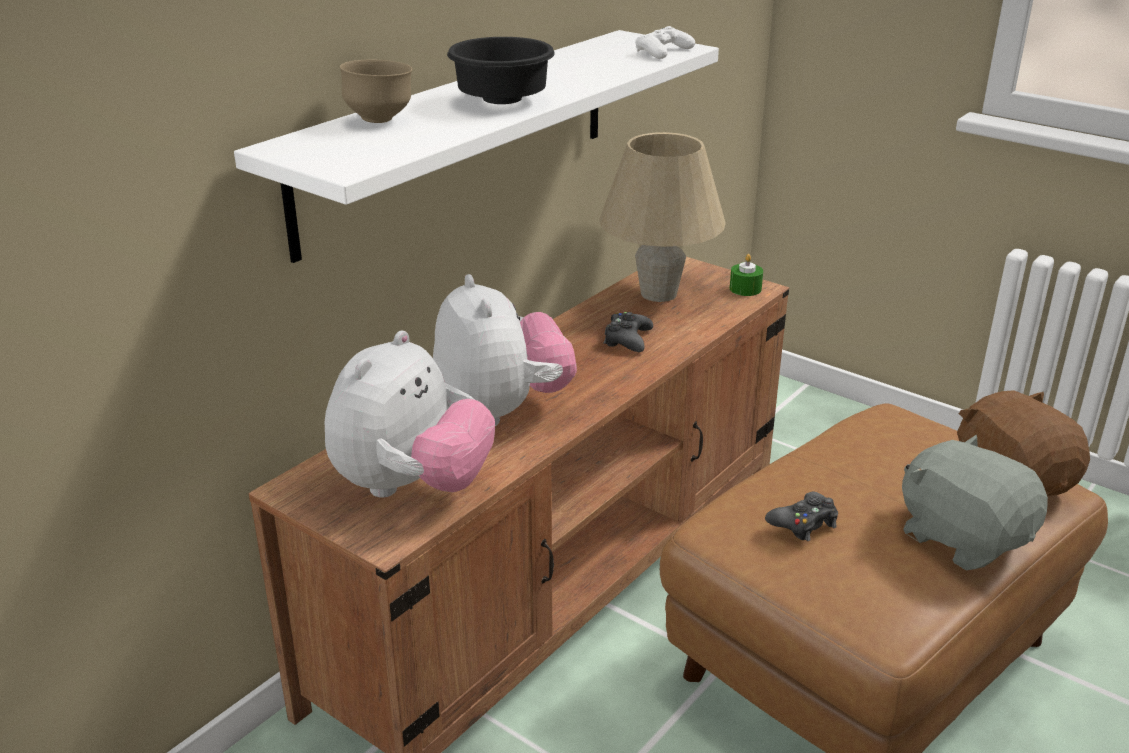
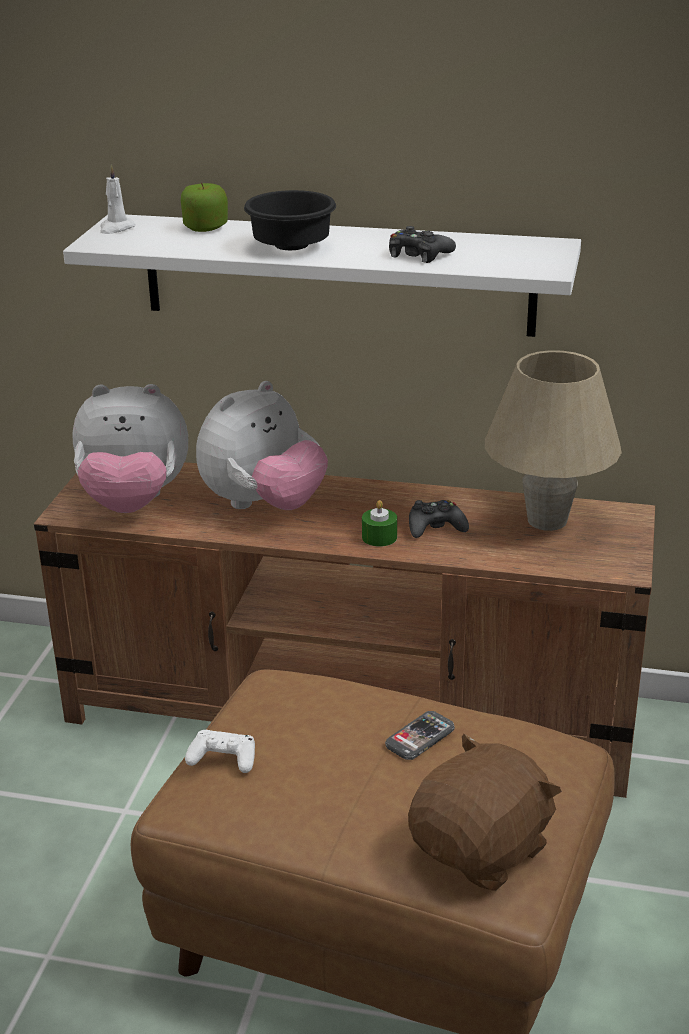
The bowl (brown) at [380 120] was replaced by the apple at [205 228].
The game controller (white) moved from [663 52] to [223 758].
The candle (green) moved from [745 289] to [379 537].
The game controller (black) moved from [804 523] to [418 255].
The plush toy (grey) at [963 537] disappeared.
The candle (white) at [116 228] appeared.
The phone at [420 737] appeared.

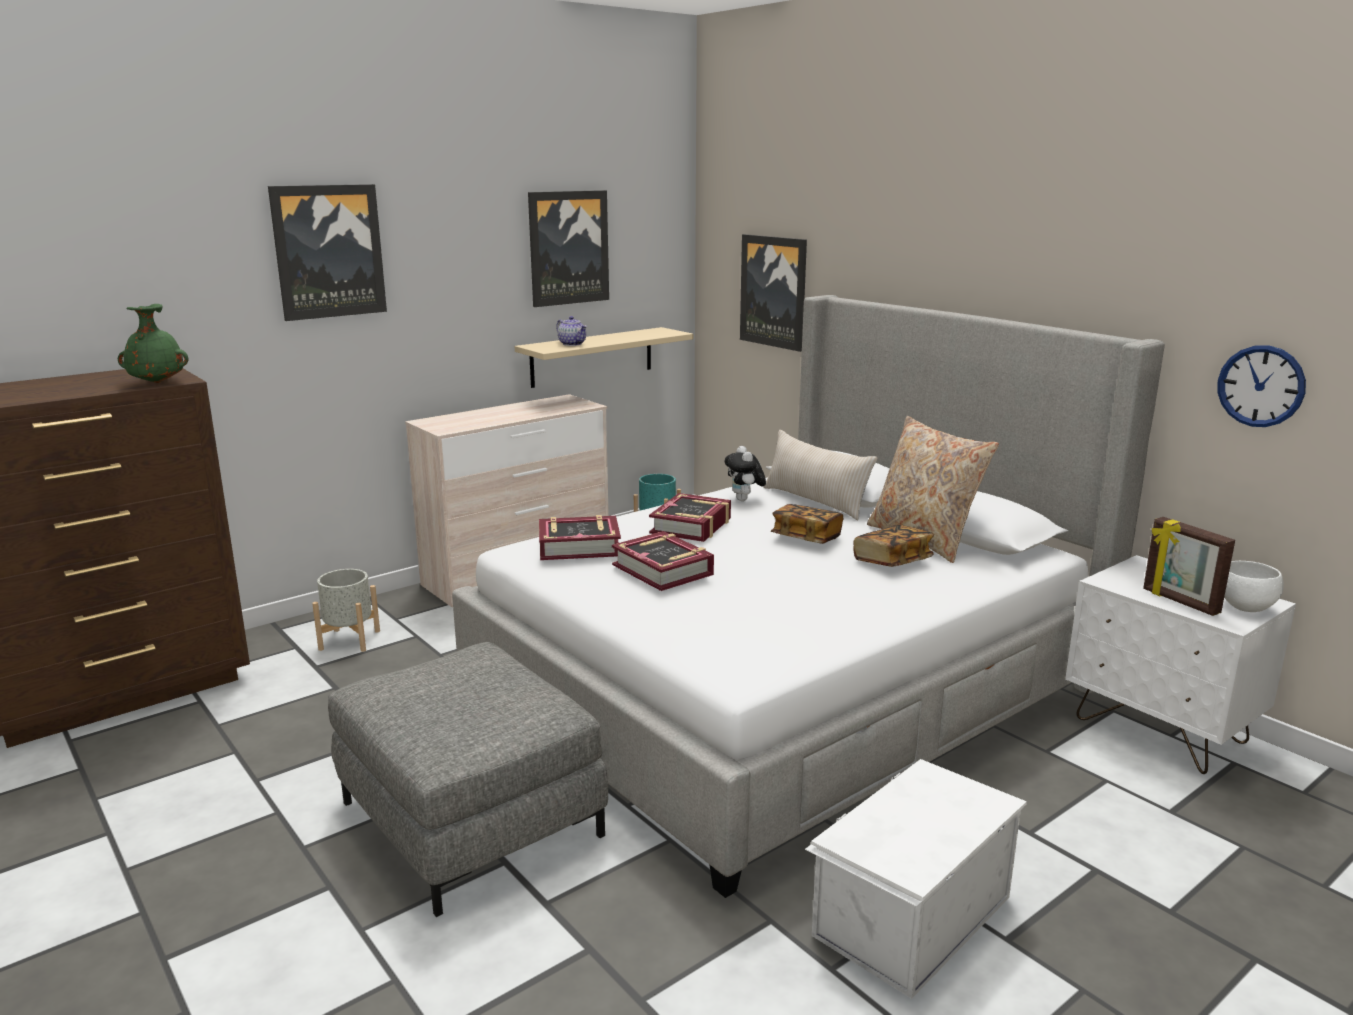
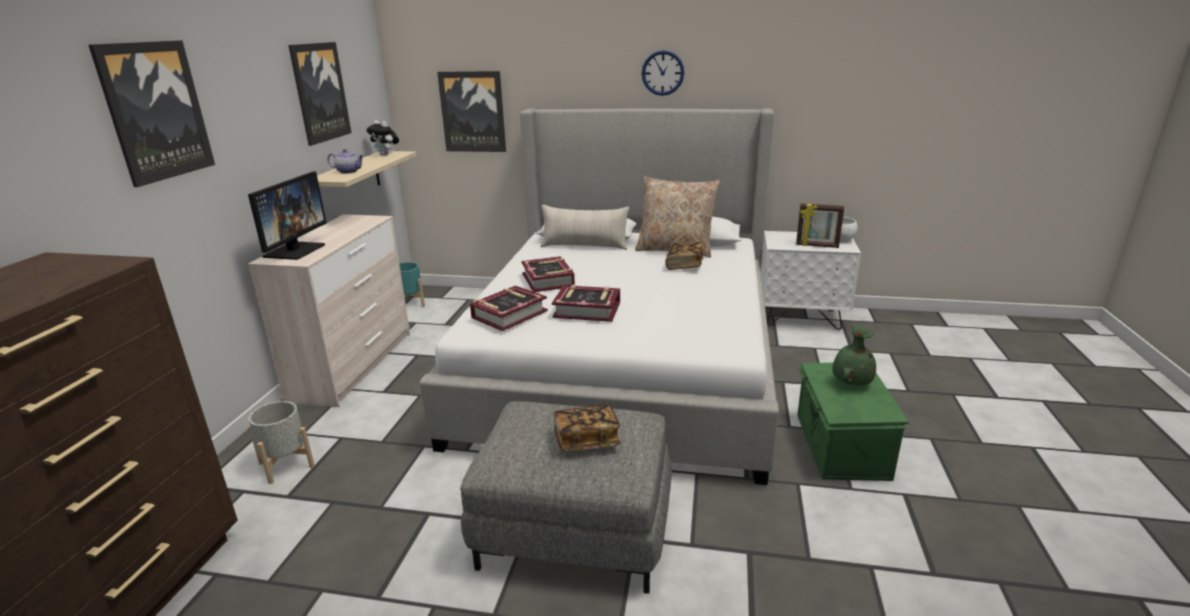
The vase (green) moved from [158 382] to [850 383].
The plush toy moved from [744 500] to [386 155].
The book moved from [806 538] to [586 440].
The storage box (white) at [909 915] became the storage box (green) at [840 446].
The wall clock moved from [1261 386] to [662 73].
The monitor at [295 250] appeared.

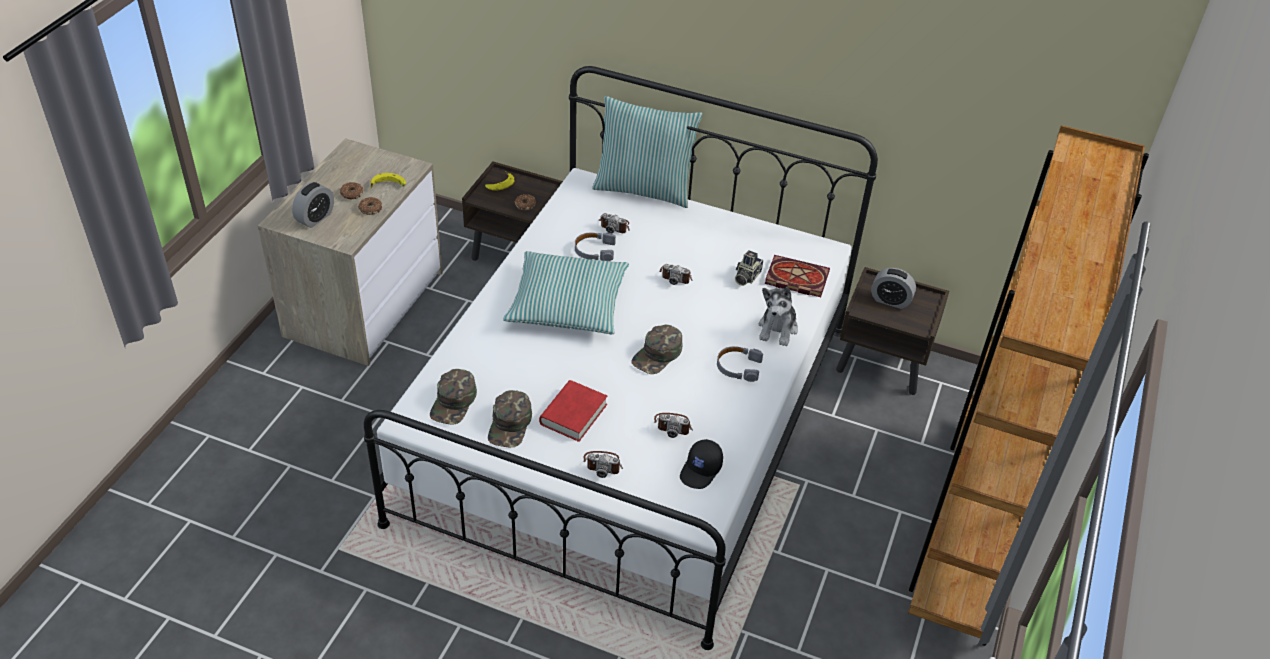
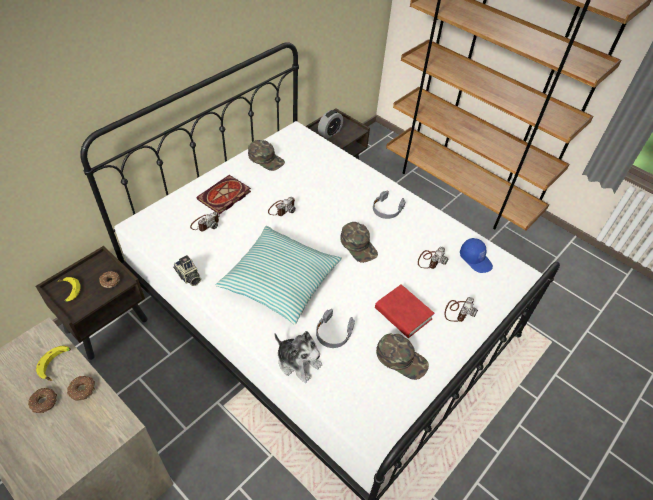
The alarm clock at [315 218] disappeared.
The cap (green) moved from [454 402] to [266 159].
The headphones (grey) moved from [594 251] to [333 333].
The pillow at [644 189] disappeared.
The cap (black) at [701 470] became the cap (blue) at [475 259].
The photo camera moved from [746 276] to [188 277].
The plush toy moved from [778 329] to [298 362].
The book moved from [795 278] to [224 197].

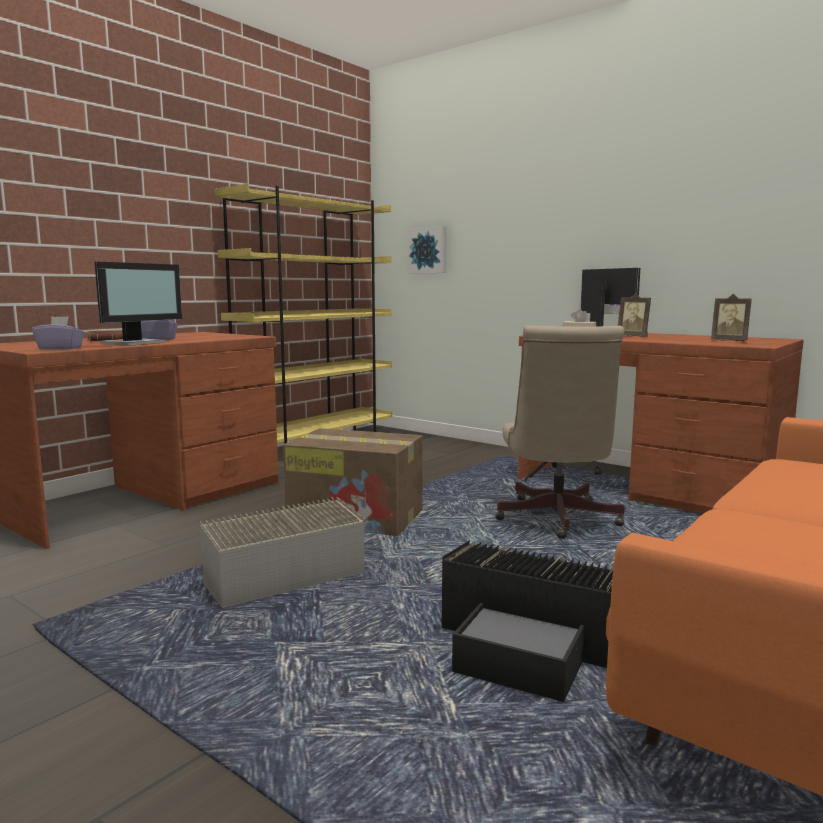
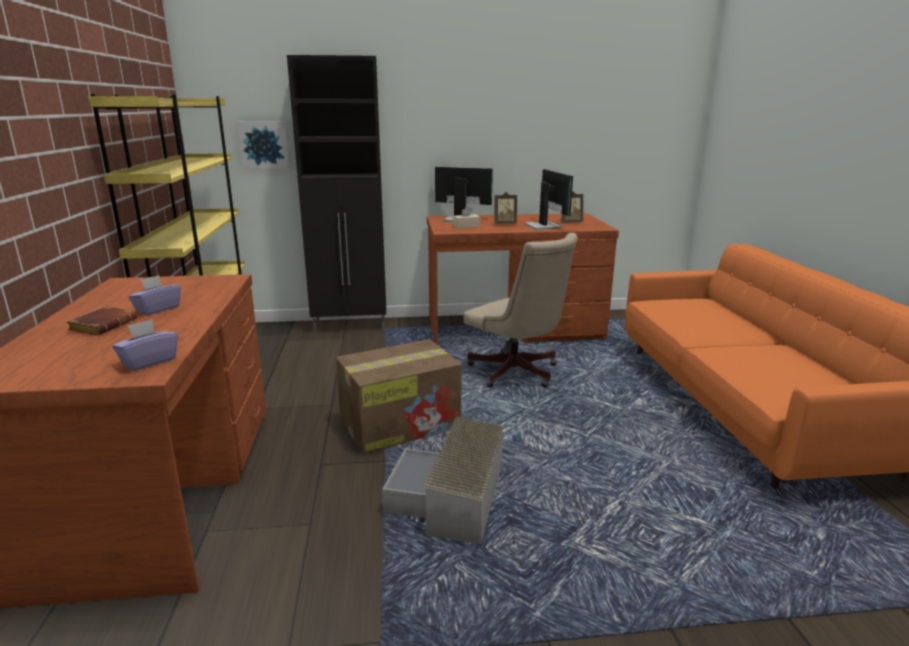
The monitor moved from [135 343] to [544 226].
The storage box (black) at [532 644] disappeared.
The cabinet (black) at [351 326] appeared.

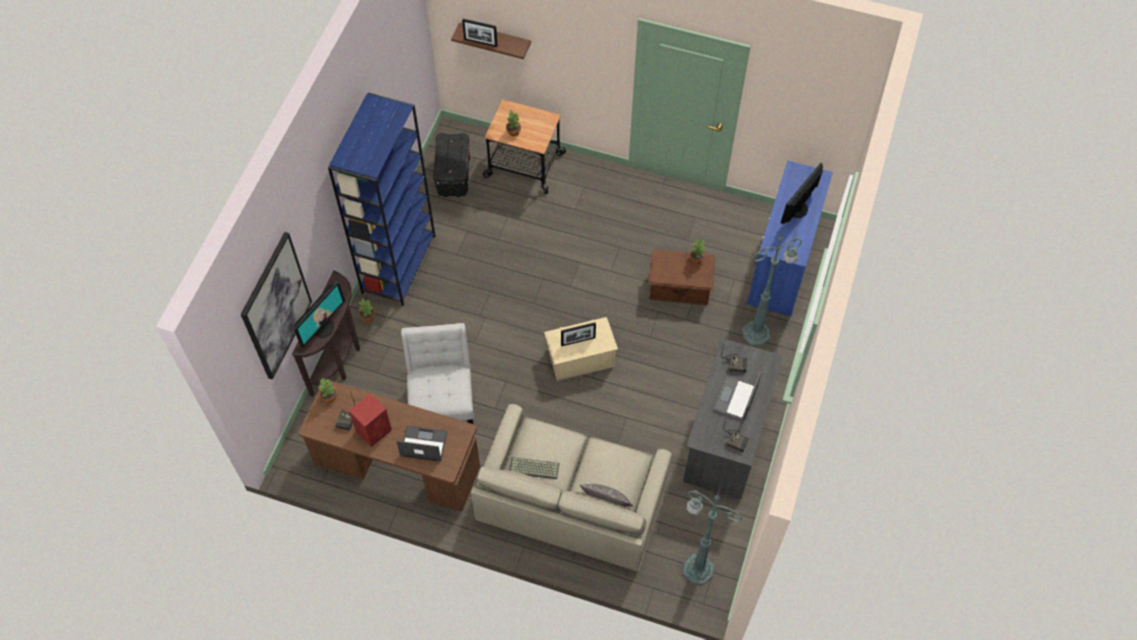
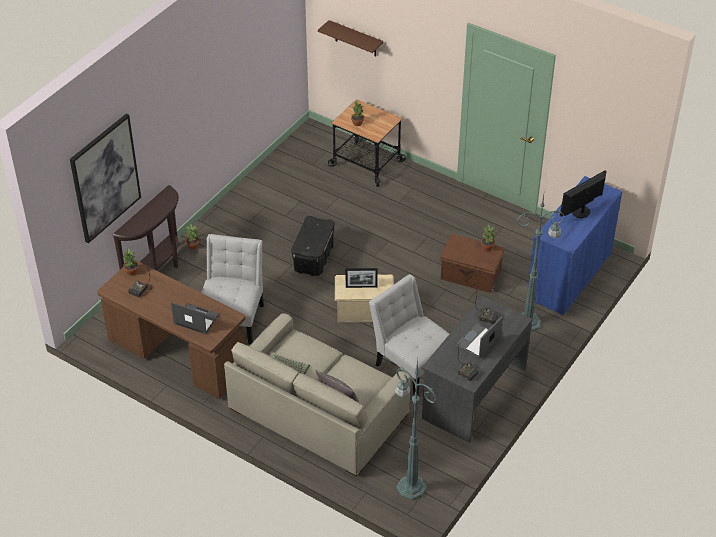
The monitor at [323 328] disappeared.
The bookcase (blue) at [398 263] disappeared.
The speaker (red) at [374 430] disappeared.
The storage box (black) moved from [453 176] to [313 258].
The picture frame at [480 42] disappeared.
The chair (white) at [411 363] appeared.

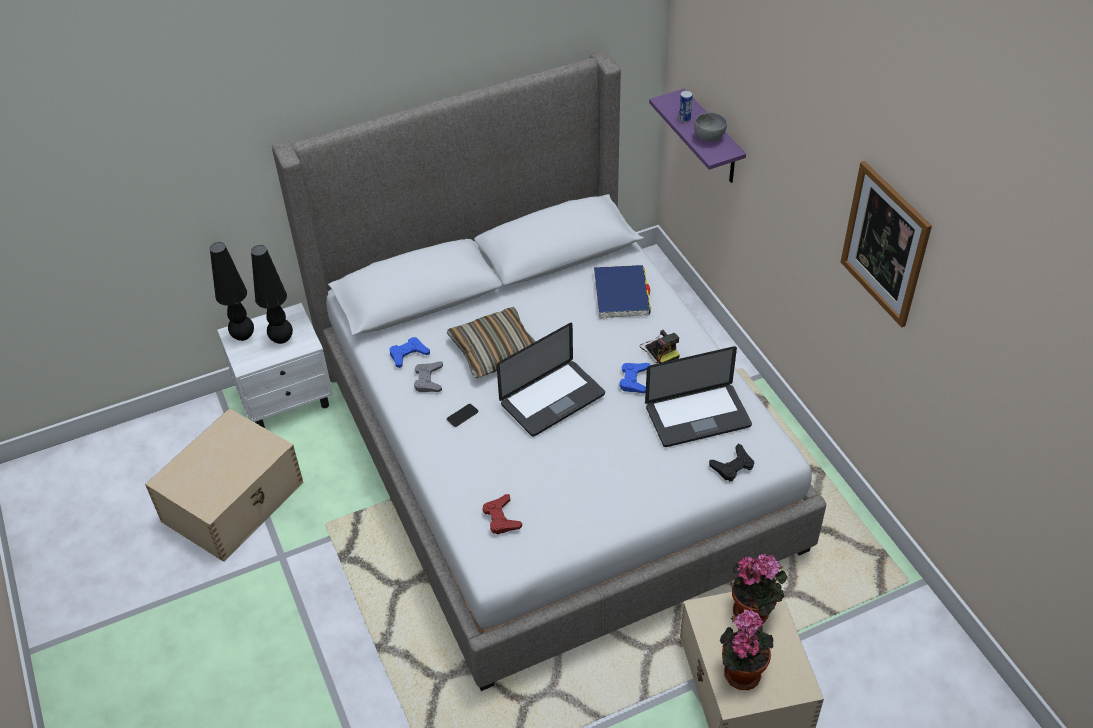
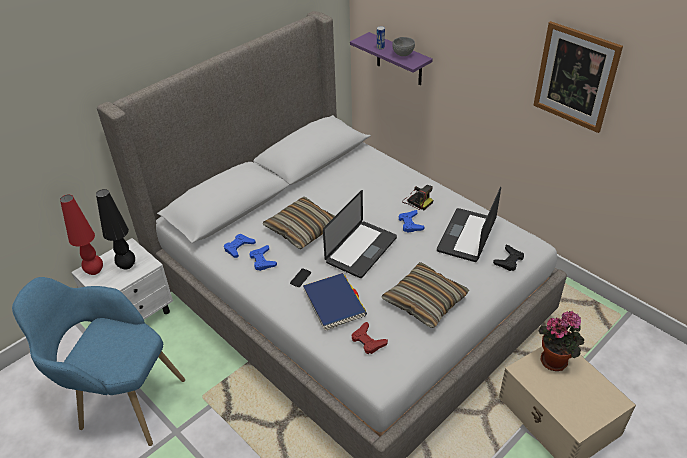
The storage box (beige) at [234 501] was replaced by the armchair (blue) at [121 401].
The table lamp (black) at [243 336] became the table lamp (red) at [94 271].
The game controller (grey) at [428 380] became the game controller (blue) at [262 260].
The book (blue) moved from [621 294] to [334 303].
The laptop at [698 417] turned 150 degrees clockwise.
The potted plant at [741 671] disappeared.
The pillow at [425 301] appeared.

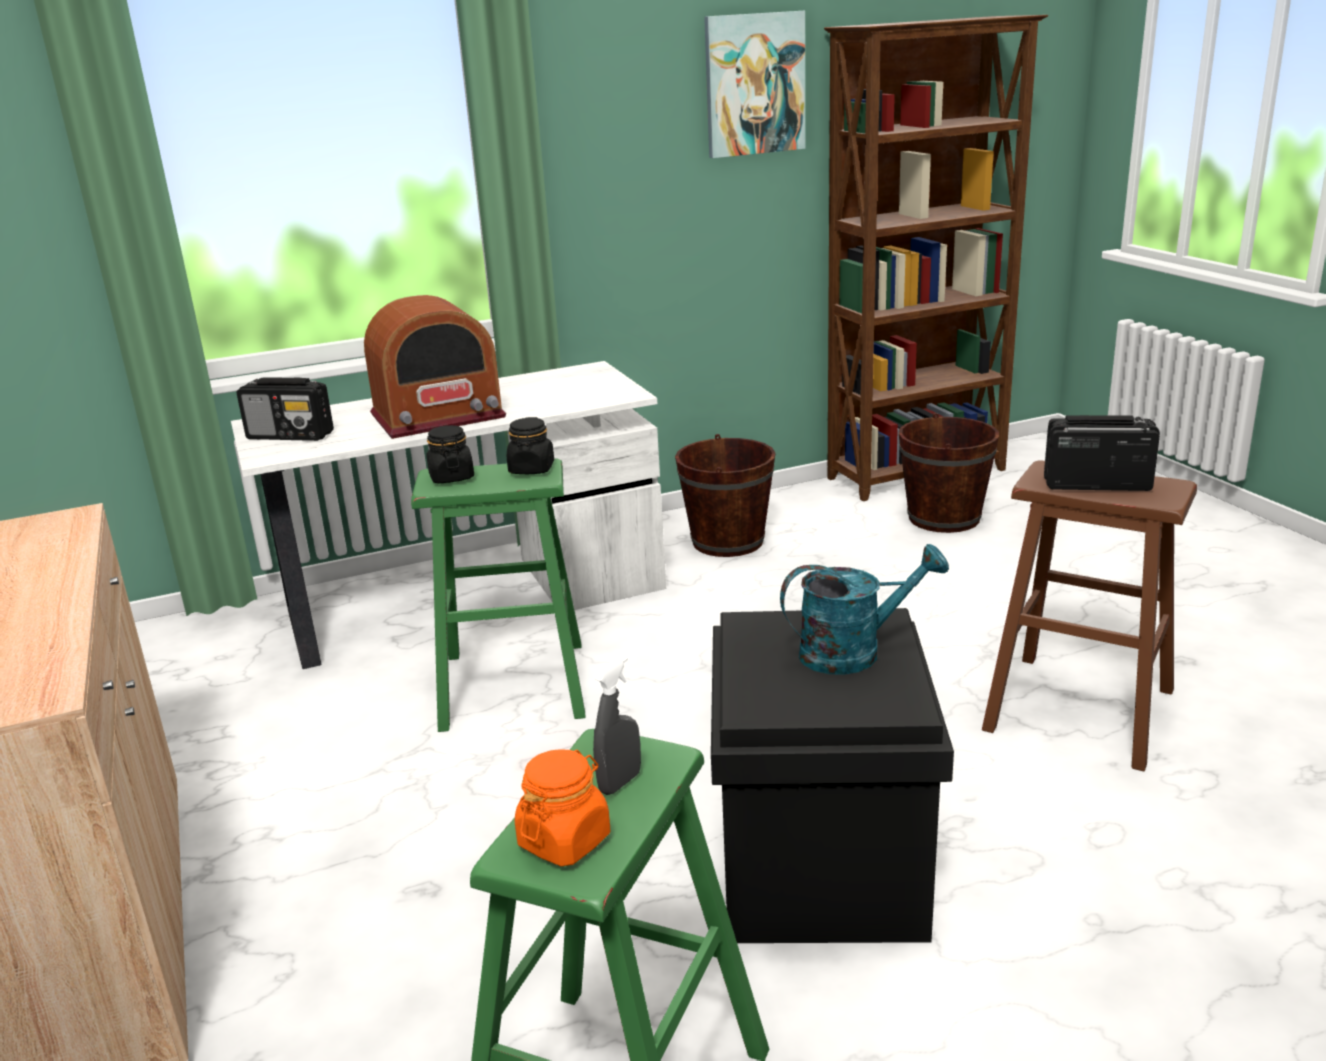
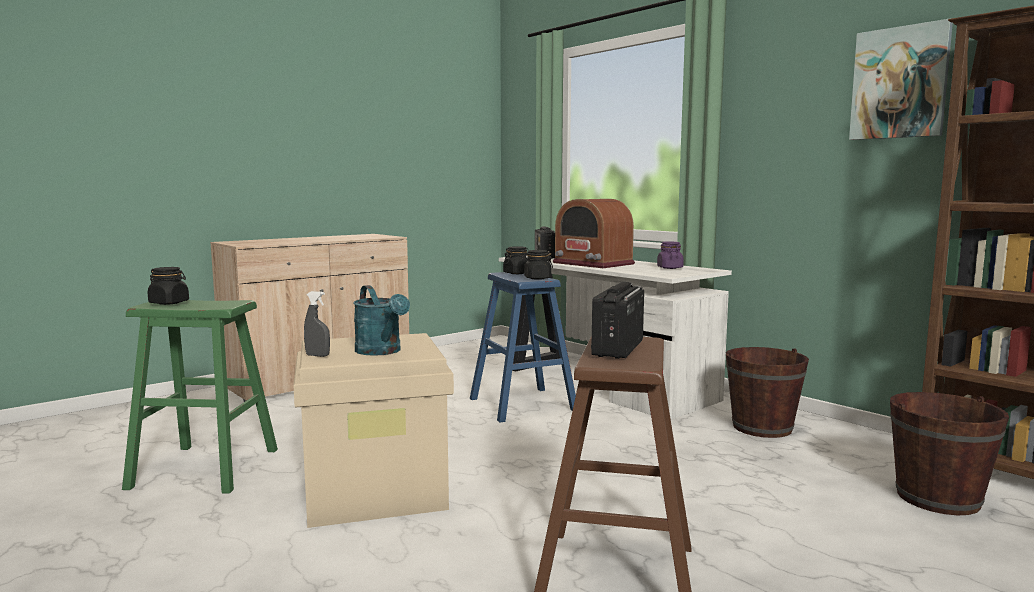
The stool (green) at [513 685] became the stool (blue) at [522 404].
The jar (orange) at [564 840] became the jar (black) at [169 303].
The spray bottle (grey) moved from [620 782] to [317 355].
The storage box (black) at [818 865] became the storage box (beige) at [376 491].
The radio at [1095 484] turned 150 degrees counterclockwise.
The jar (purple) at [669 268] appeared.

